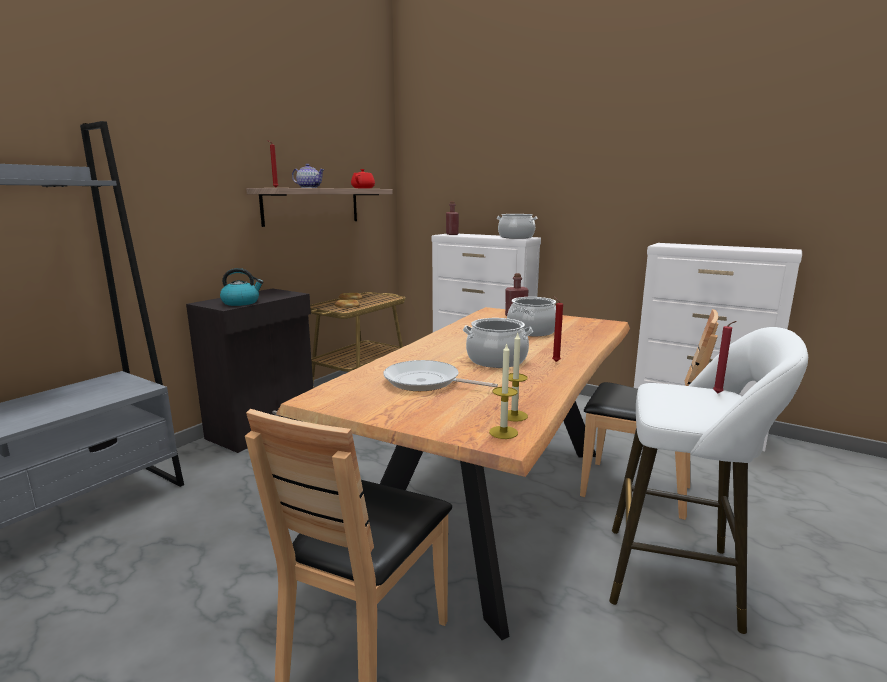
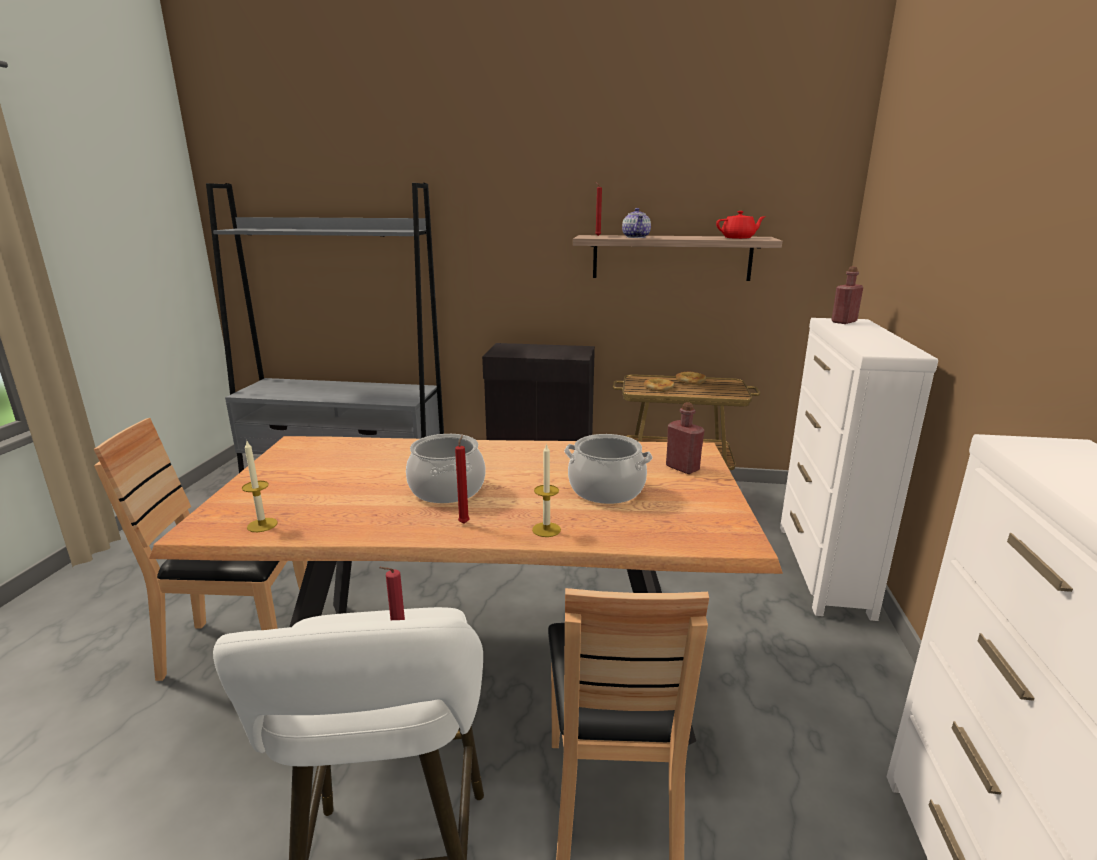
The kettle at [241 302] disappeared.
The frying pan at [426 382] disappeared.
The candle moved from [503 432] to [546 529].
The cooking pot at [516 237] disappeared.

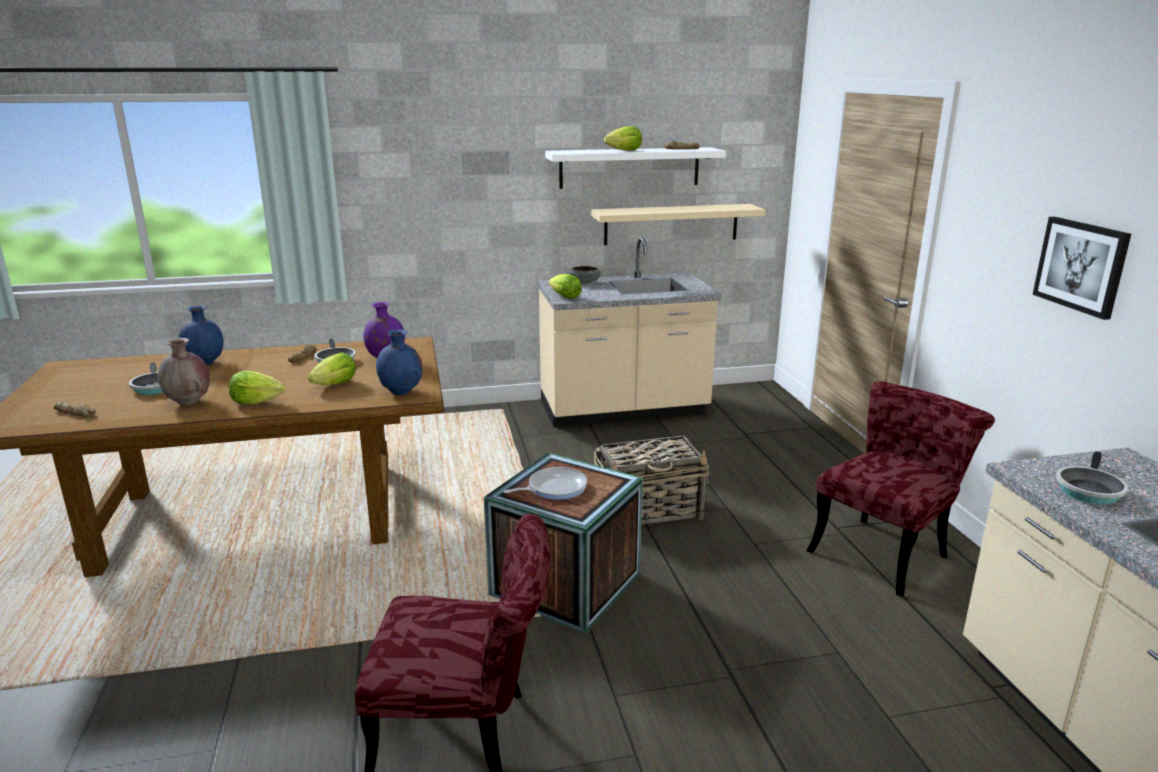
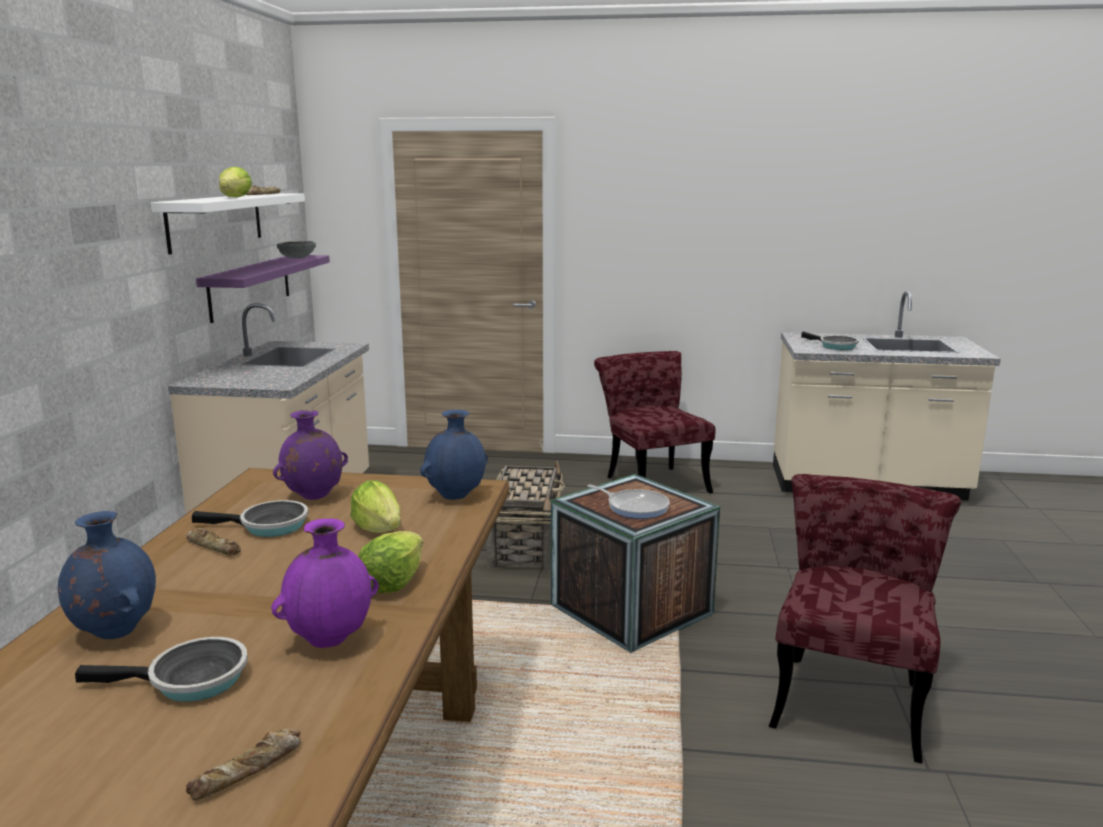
The vase (brown) at [189 402] became the vase (purple) at [330 639].
The frying pan at [554 488] turned 135 degrees clockwise.
The lettuce at [565 297] disappeared.
The bowl (grey) moved from [584 282] to [297 258].
The shelf (beige) at [671 224] became the shelf (purple) at [250 286].
The picture at [1081 266] disappeared.

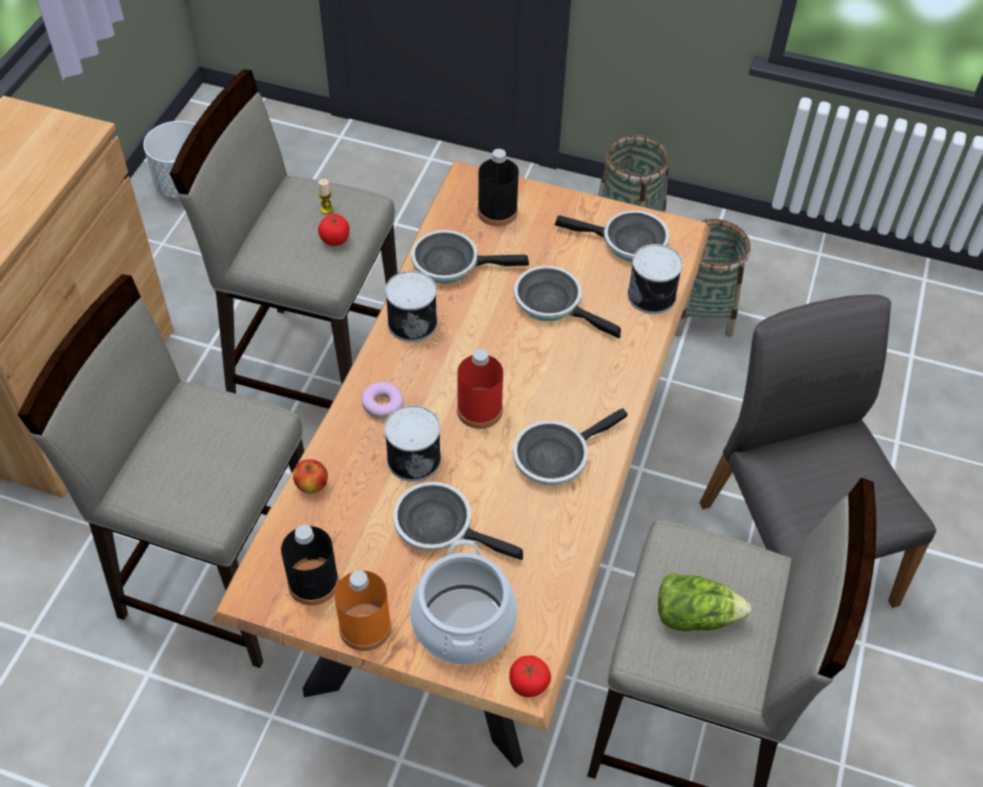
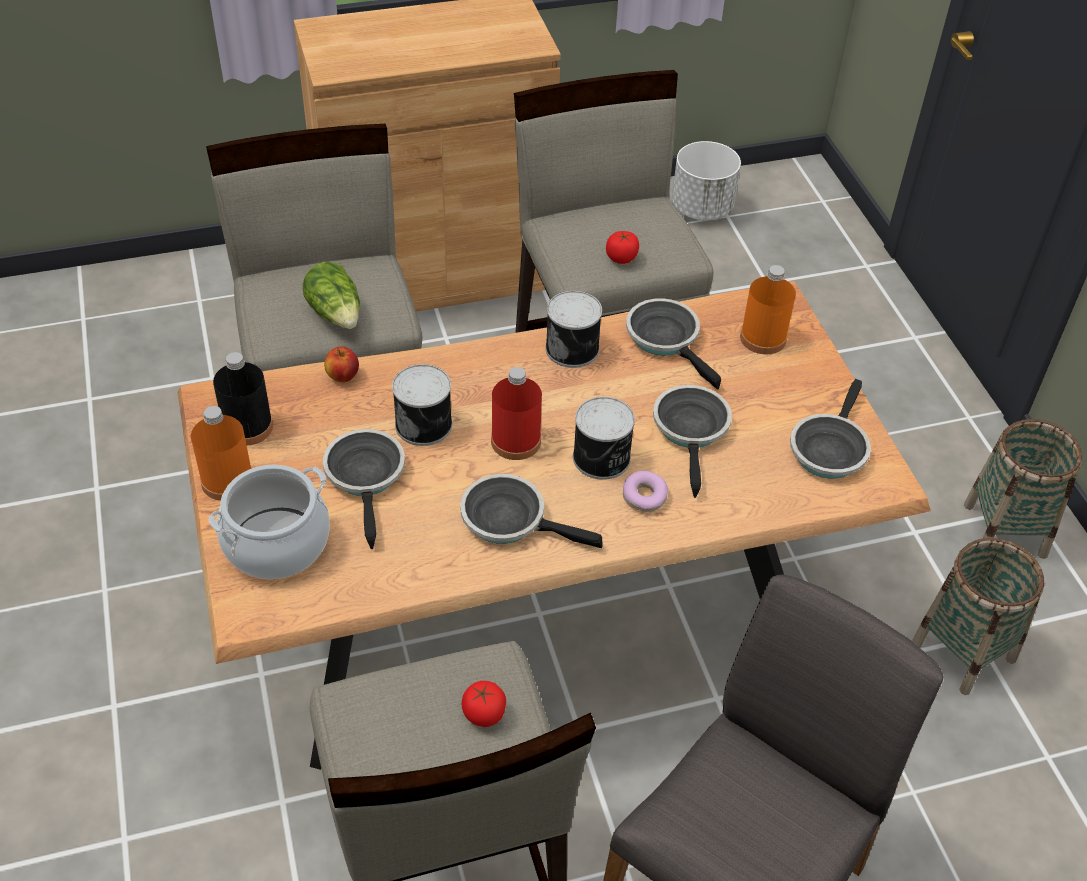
The candle at [326 209] disappeared.
The donut moved from [382 404] to [644 496].
The bottle (black) at [497 212] became the bottle (orange) at [763 338].
The tomato moved from [528 683] to [483 714].
The frying pan at [628 243] turned 45 degrees clockwise.
The can moved from [653 295] to [602 458].
The lettuce moved from [694 614] to [336 314].

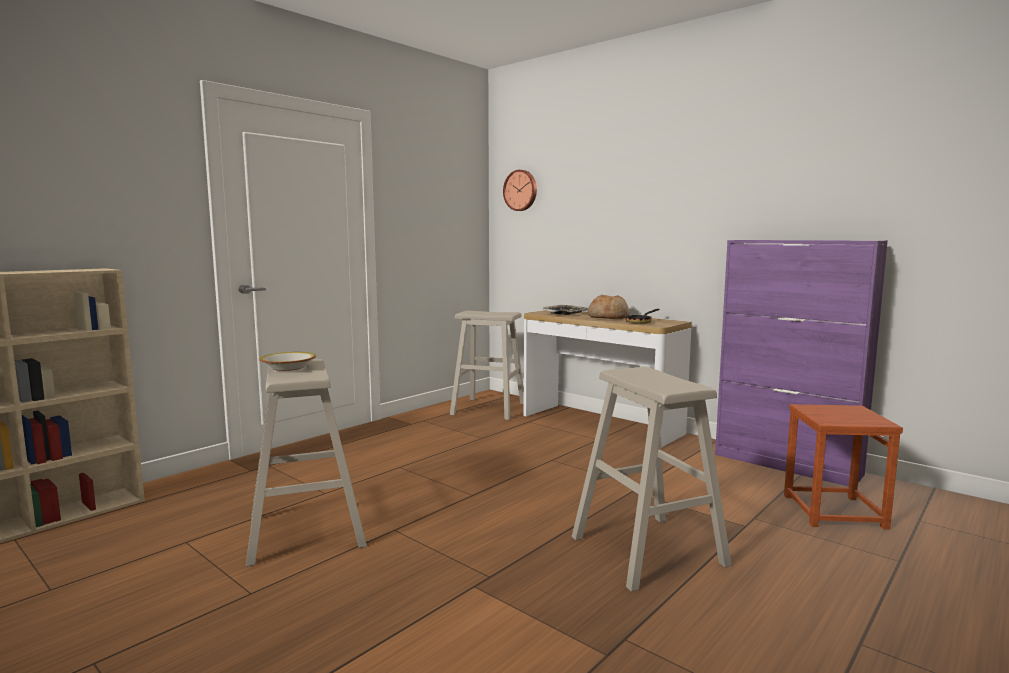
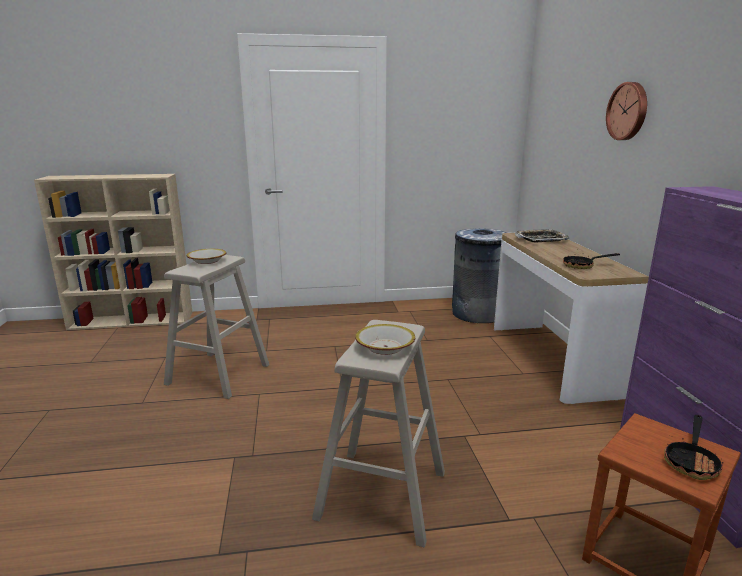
The stool (beige) at [489 408] was replaced by the trash can (grey) at [477 314].
The wall clock moved from [521 190] to [628 111].
The bread at [608 317] disappeared.
The bowl at [385 347] appeared.
The frying pan at [691 461] appeared.

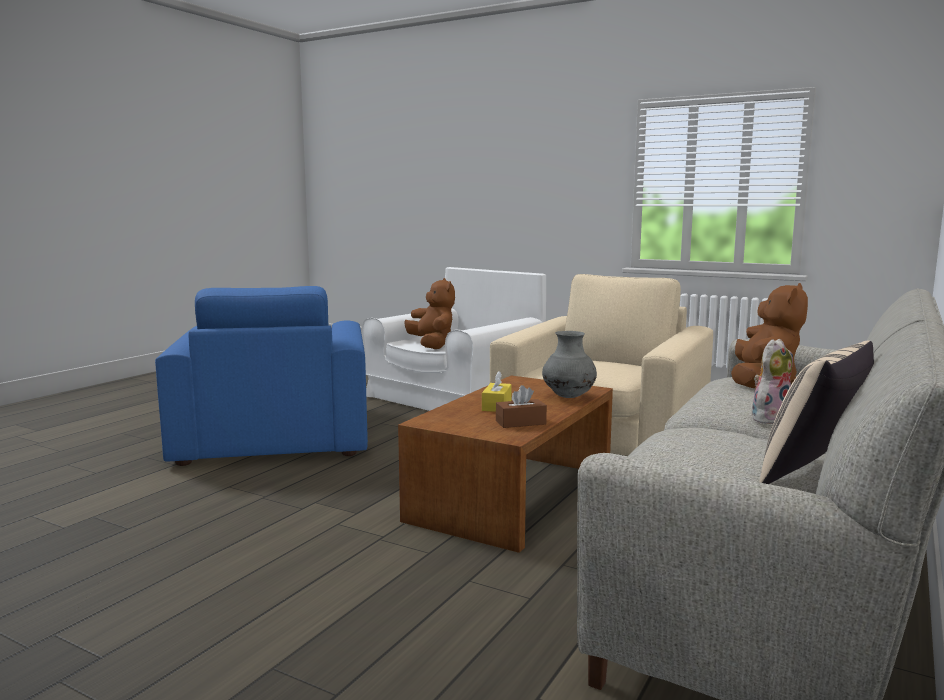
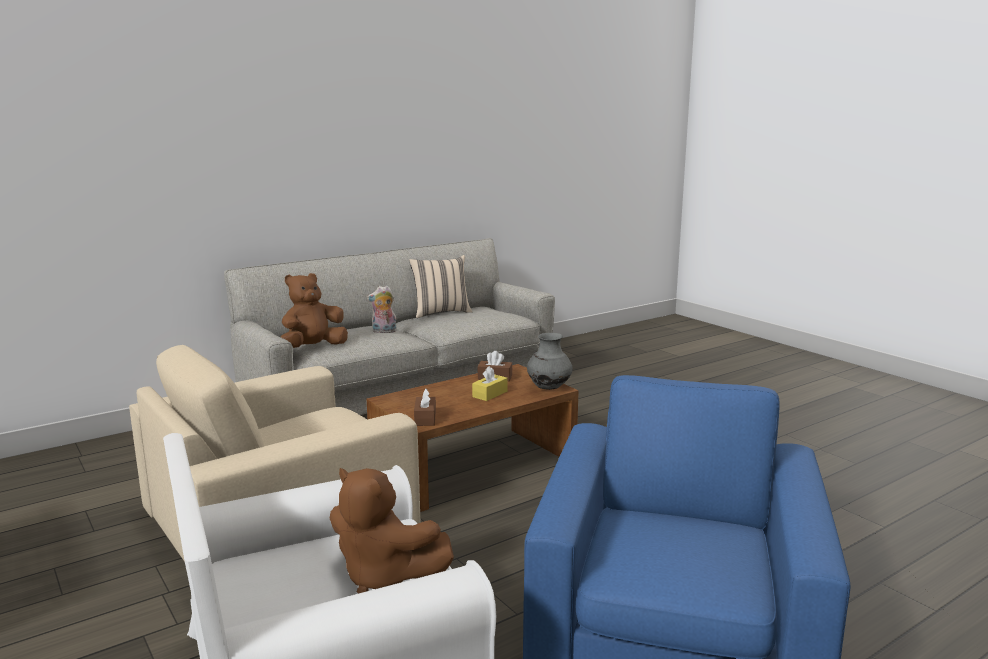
The plush toy (brown) at [432 345] turned 60 degrees counterclockwise.
The vase (grey) moved from [569 397] to [549 388].
The tissue box (brown) at [425 418] appeared.

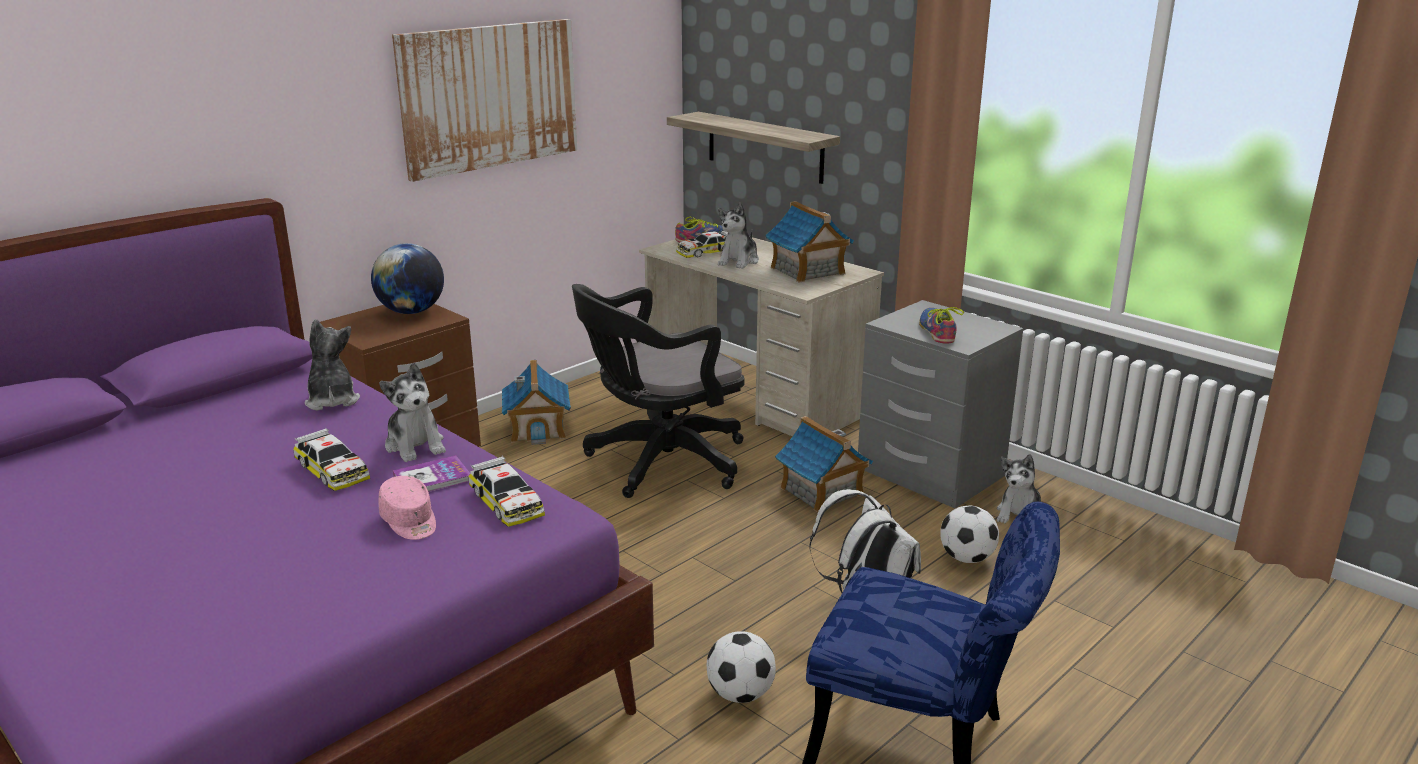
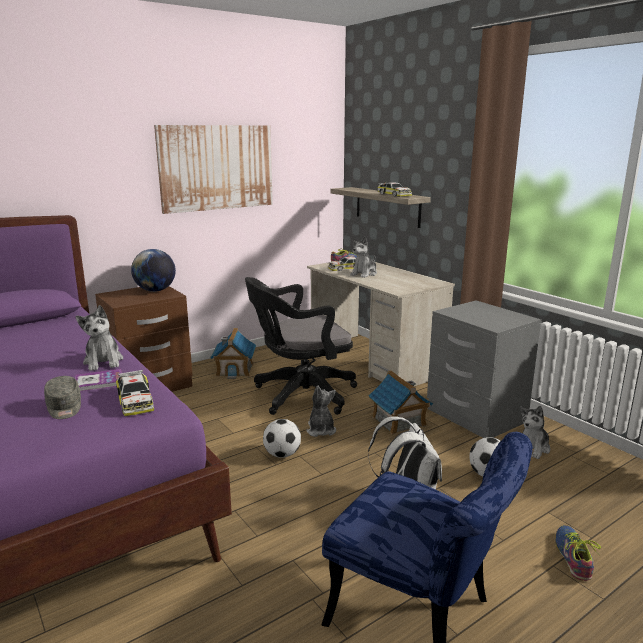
The toy car moved from [333 470] to [394 195].
The plush toy moved from [332 400] to [321 430].
The cap (pink) at [410 522] became the cap (grey) at [64 407].
The football moved from [740 694] to [282 454].
The toy house at [807 271] disappeared.
The shoe moved from [937 331] to [572 556].

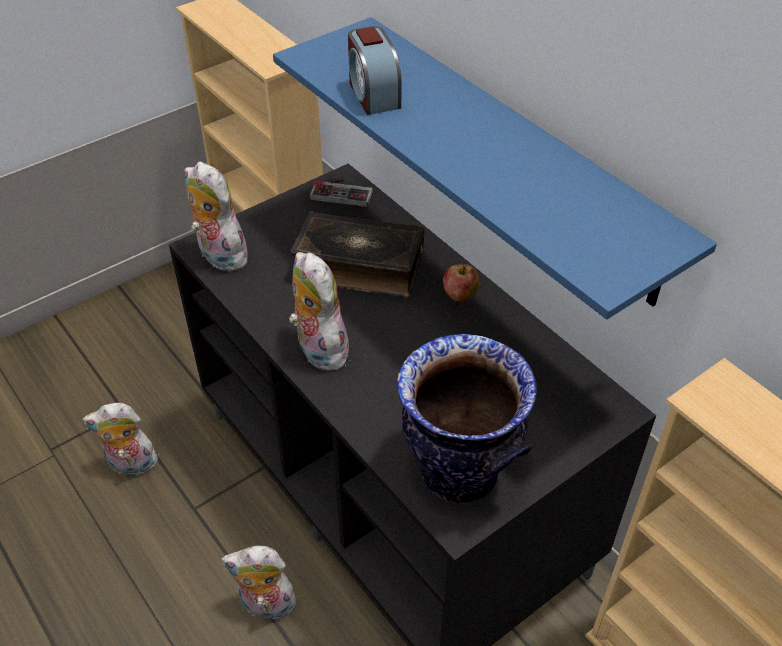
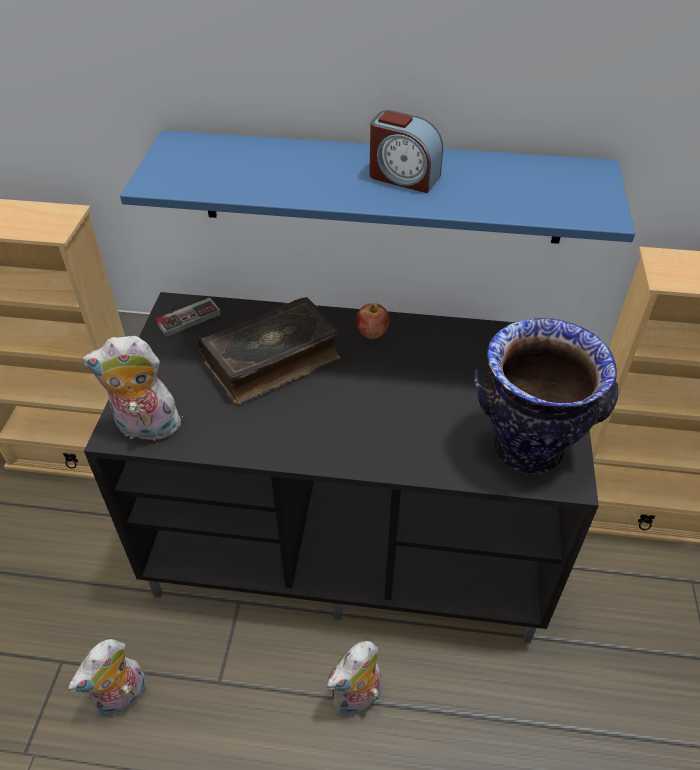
The plush toy at [318 349] disappeared.
The alarm clock moved from [373 94] to [403 177].

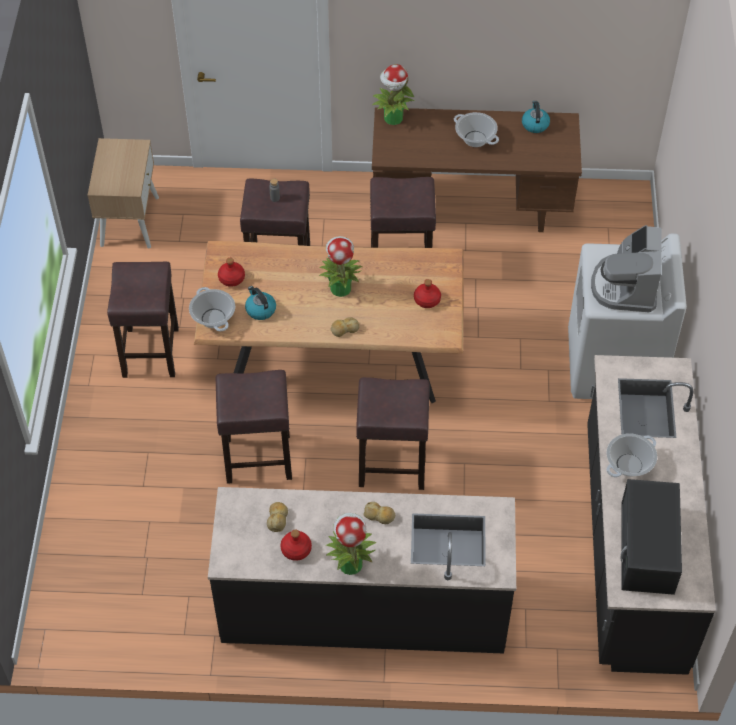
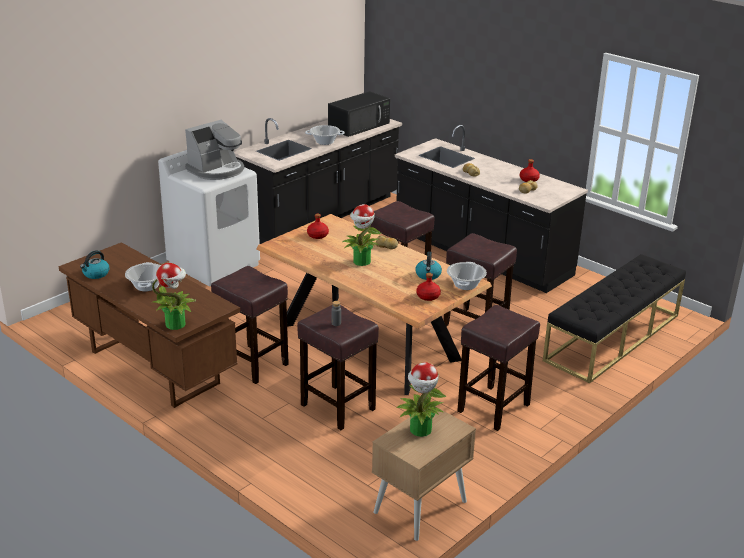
The potted plant moved from [350 563] to [420 430].
The bench (black) at [612 338] appeared.

